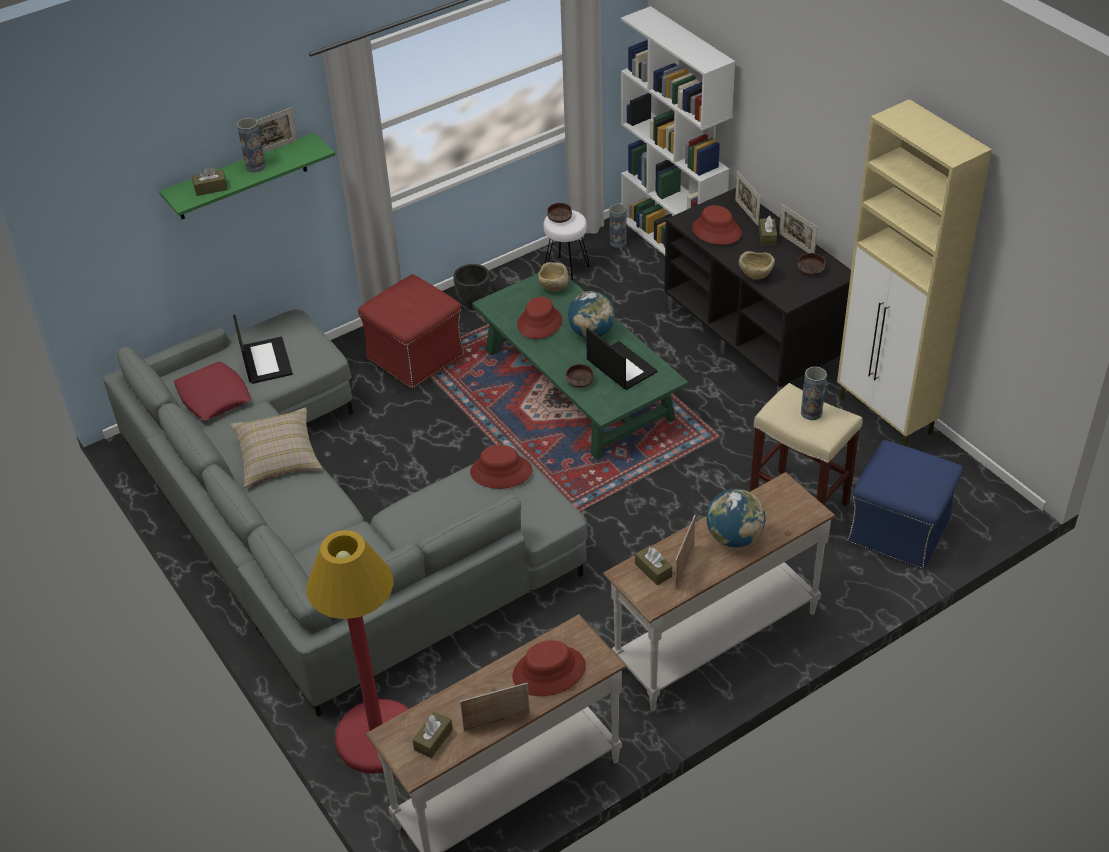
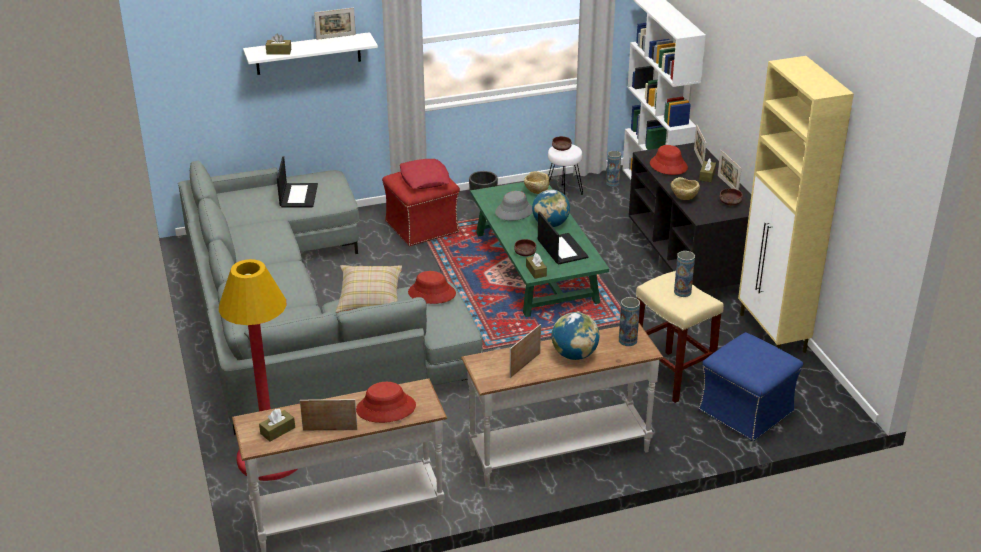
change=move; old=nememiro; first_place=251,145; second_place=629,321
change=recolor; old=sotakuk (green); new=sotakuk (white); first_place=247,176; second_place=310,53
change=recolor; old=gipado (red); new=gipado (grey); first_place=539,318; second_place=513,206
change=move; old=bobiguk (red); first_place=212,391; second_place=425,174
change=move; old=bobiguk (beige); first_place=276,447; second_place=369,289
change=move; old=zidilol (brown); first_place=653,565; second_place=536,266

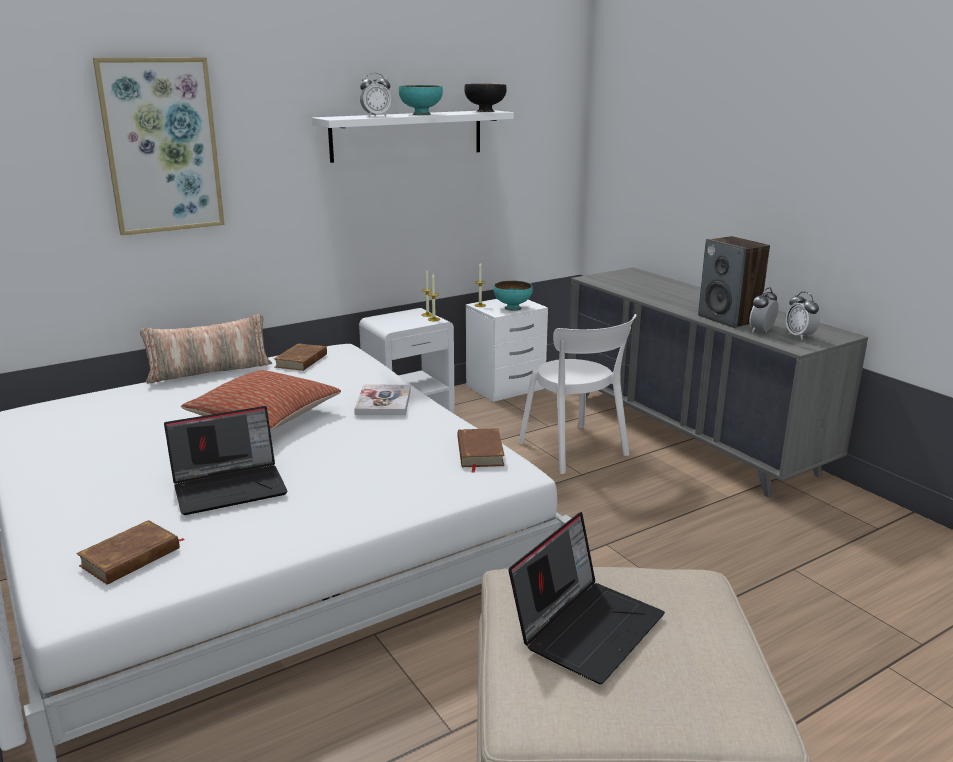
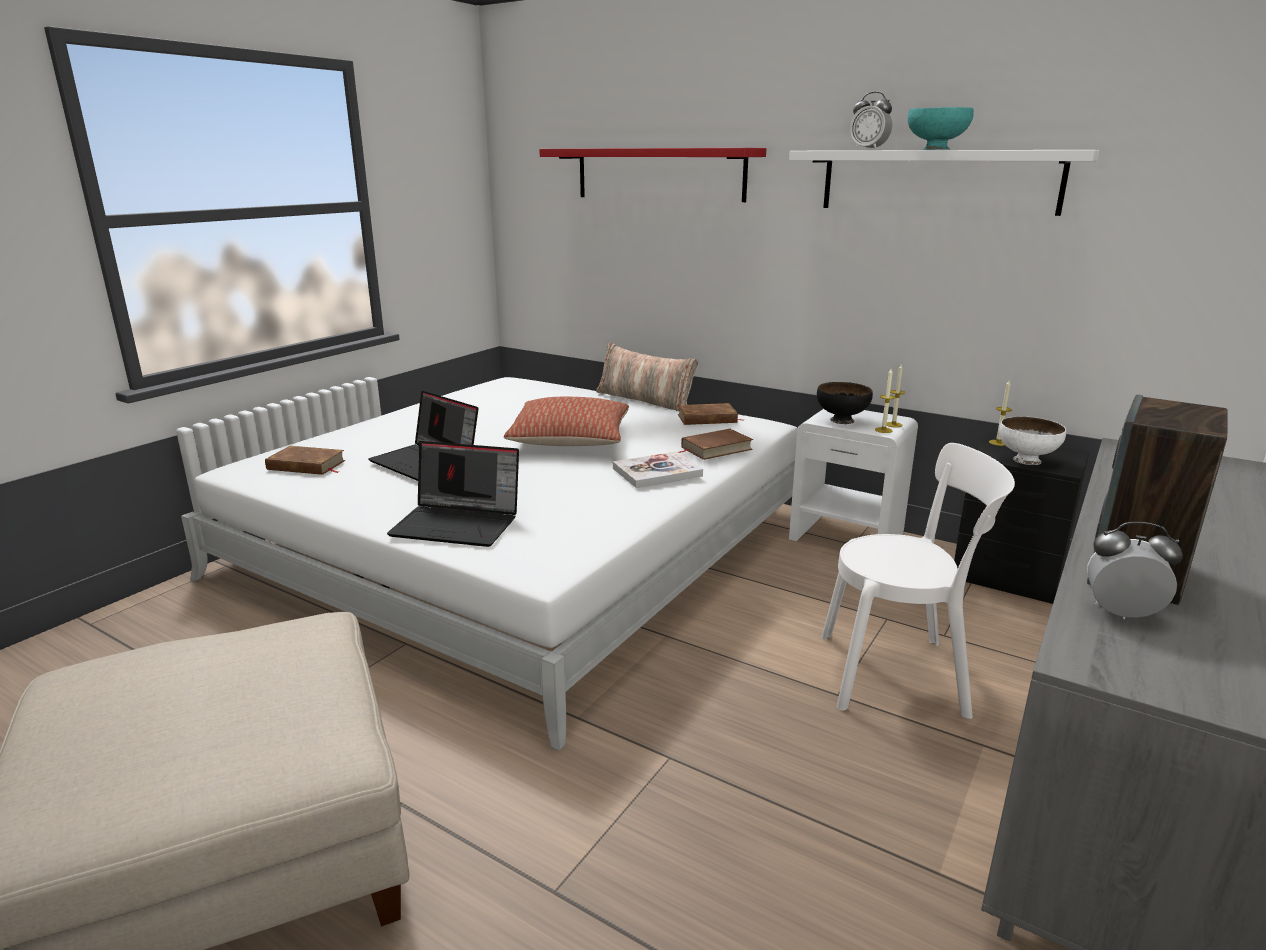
change=replace; old=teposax; new=sotakuk (red); first_place=159,146; second_place=652,175
change=move; old=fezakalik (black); first_place=485,98; second_place=845,403
change=recolor; old=fezakalik (turquoise); new=fezakalik (white); first_place=513,295; second_place=1032,440
change=delete; old=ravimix; first_place=802,316
change=recolor; old=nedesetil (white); new=nedesetil (black); first_place=507,350; second_place=1021,520
change=rotate; old=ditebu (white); first_place=578,394; second_place=918,581; degrees=-120
change=move; old=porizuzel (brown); first_place=481,450; second_place=715,444
change=move; old=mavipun; first_place=586,598; second_place=453,494

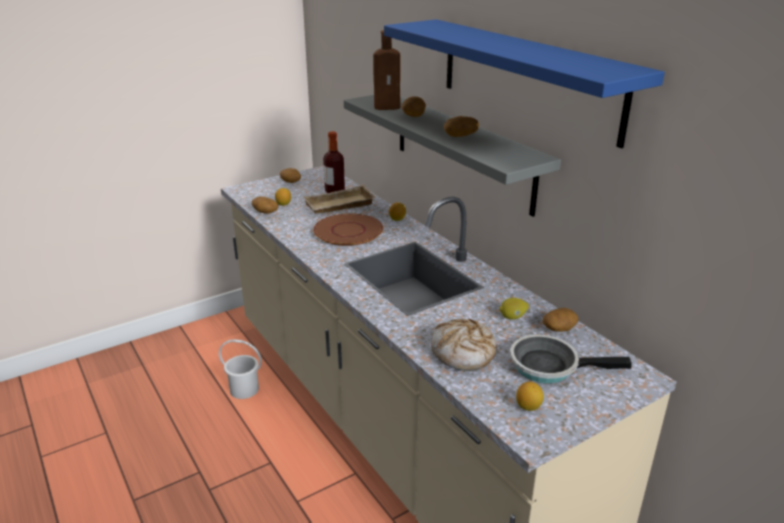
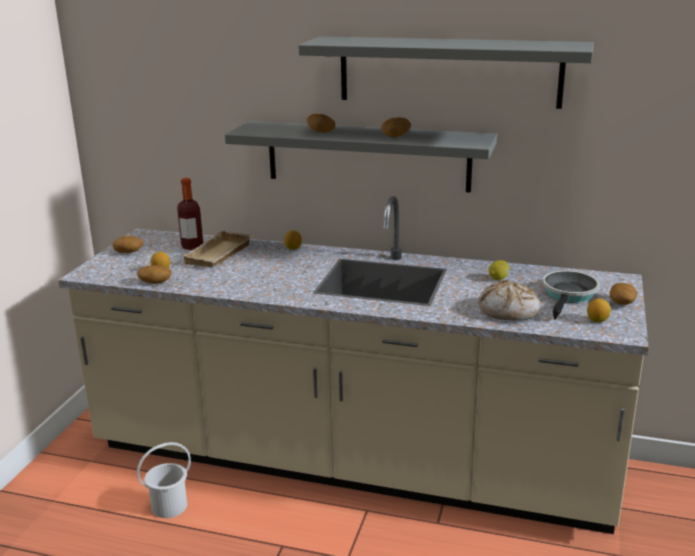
change=recolor; old=sotakuk (blue); new=sotakuk (grey); first_place=524,83; second_place=446,72
change=delete; old=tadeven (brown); first_place=387,70
change=delete; old=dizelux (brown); first_place=348,229
change=move; old=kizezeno; first_place=561,320; second_place=623,294
change=rotate; old=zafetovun; first_place=571,359; second_place=571,294; degrees=150

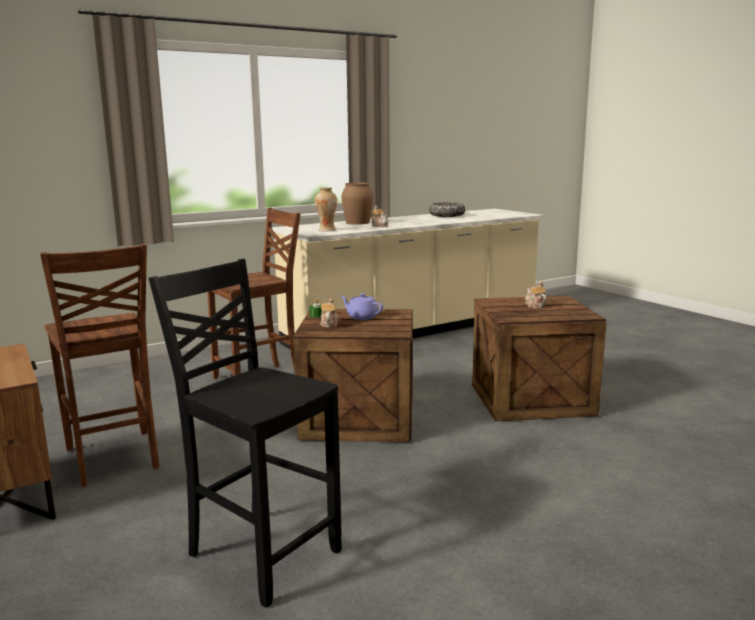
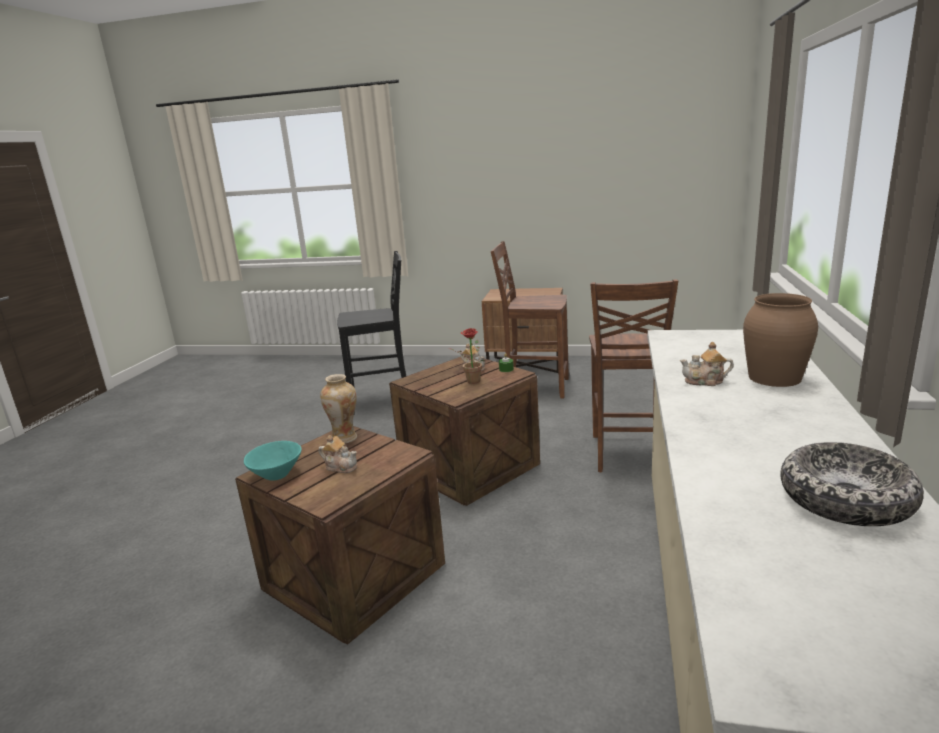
change=move; old=nememiro; first_place=326,209; second_place=338,408
change=replace; old=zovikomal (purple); new=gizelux; first_place=362,306; second_place=467,356
change=insert; new=fezakalik (turquoise); second_place=273,461

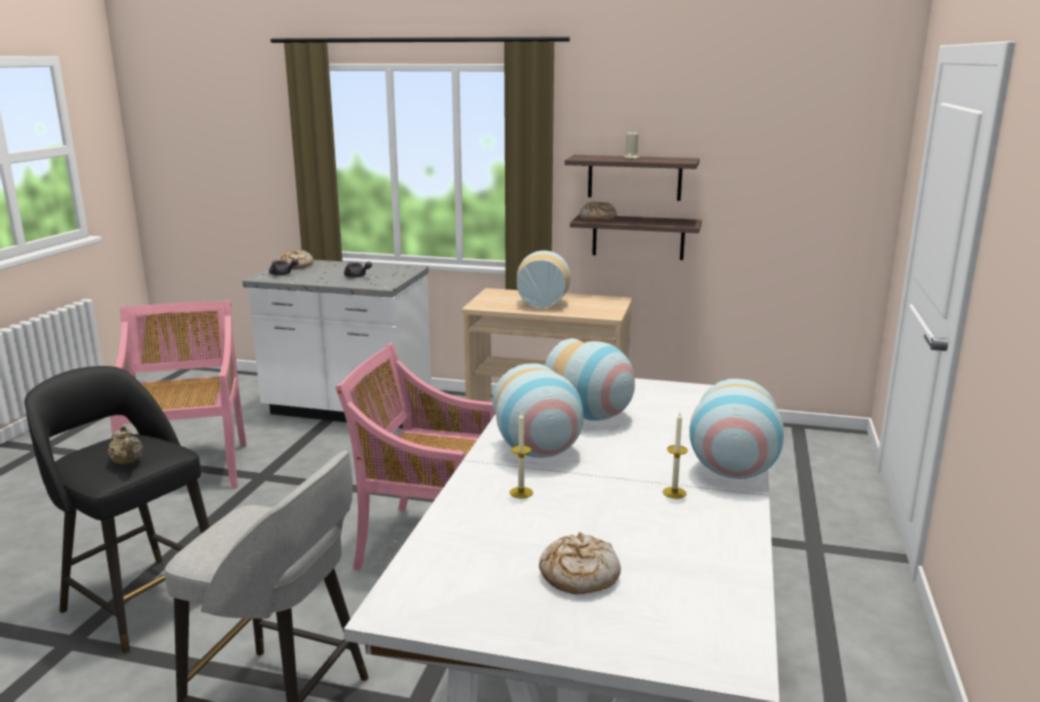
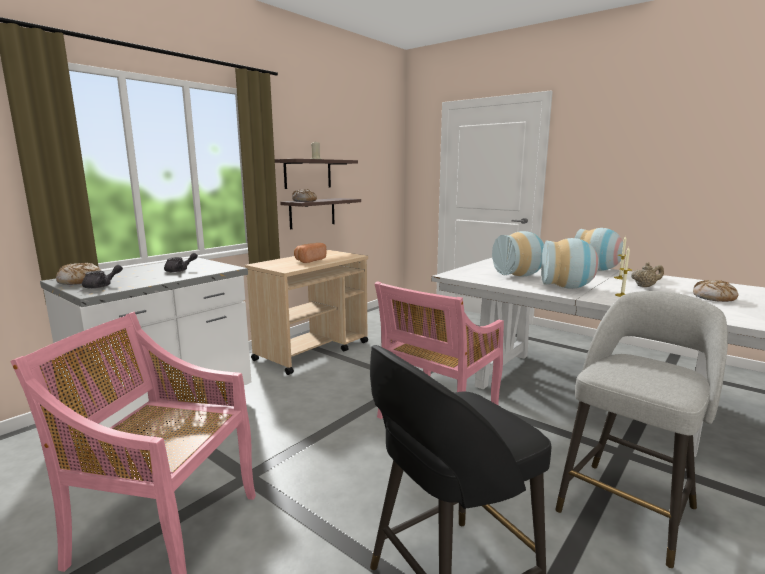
change=replace; old=nememiro; new=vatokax; first_place=544,279; second_place=310,253
change=move; old=zovikomal (beige); first_place=125,445; second_place=647,274

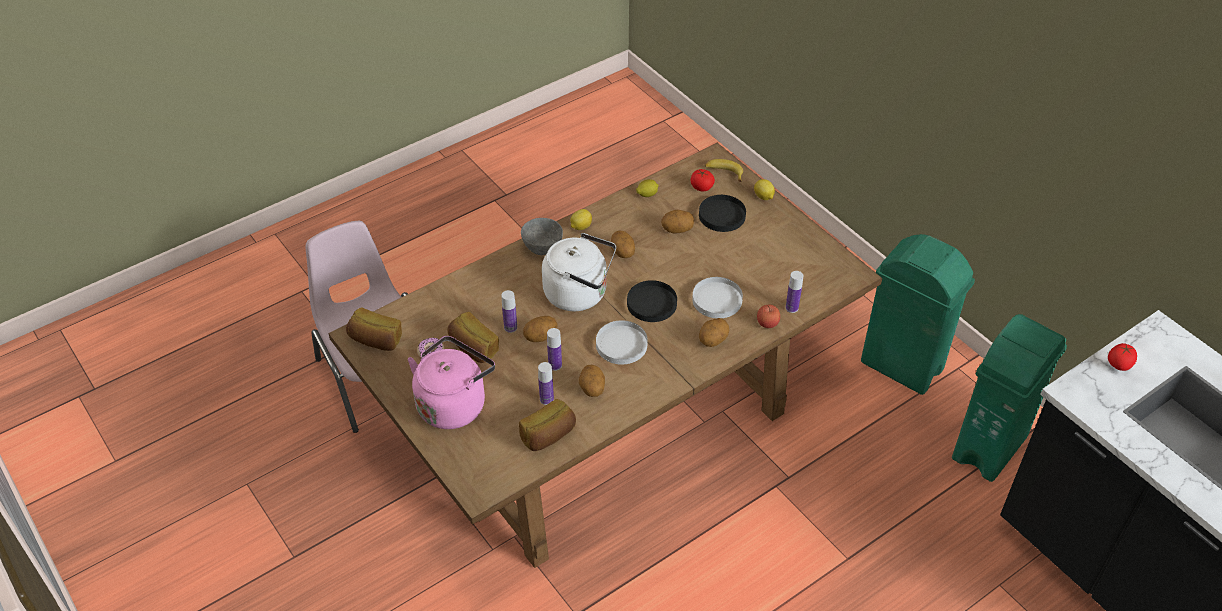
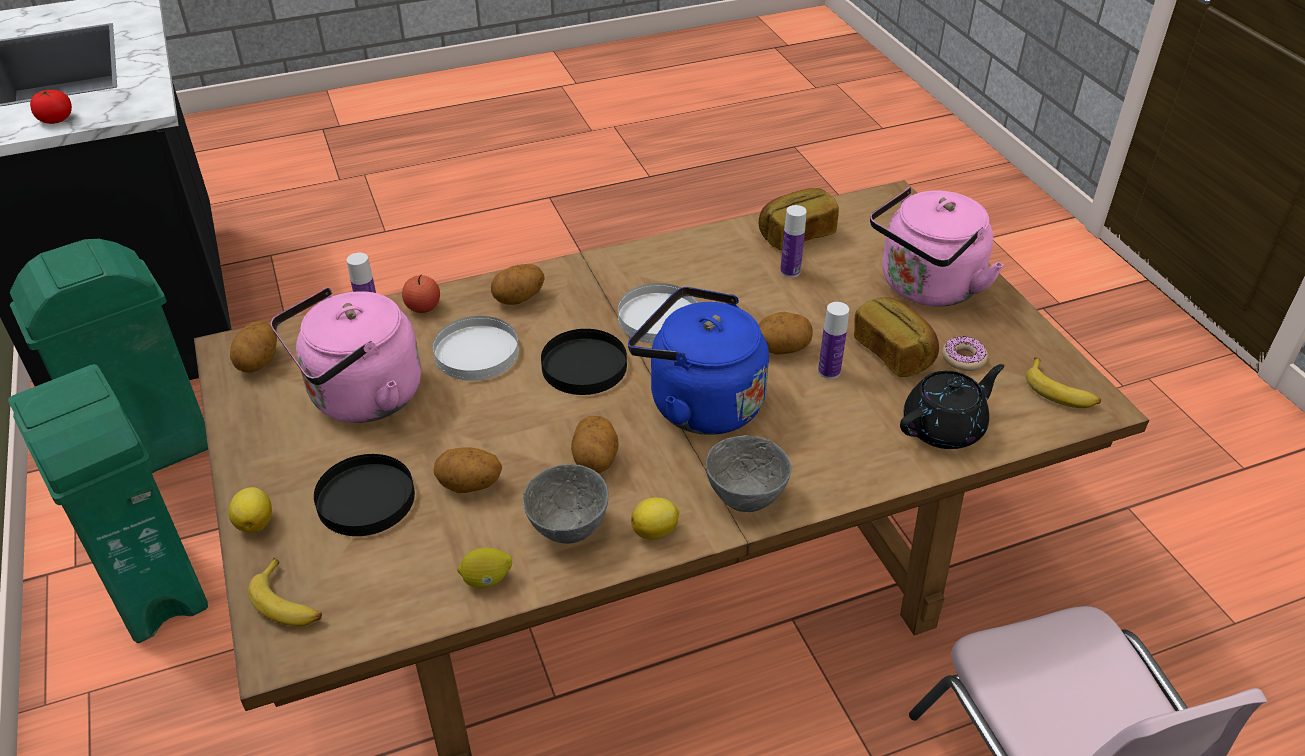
change=delete; old=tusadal; first_place=703,180
change=recolor; old=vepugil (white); new=vepugil (blue); first_place=579,272; second_place=698,361
change=replace; old=vatokax; new=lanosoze; first_place=374,329; second_place=1063,382
change=delete; old=tadeven; first_place=554,349
change=move; old=kizezeno; first_place=592,381; second_place=253,347
change=insert; new=vepugil (pink); second_place=346,355
change=insert; new=zovikomal (black); second_place=952,406
change=insert; new=fezakalik (grey); second_place=565,504

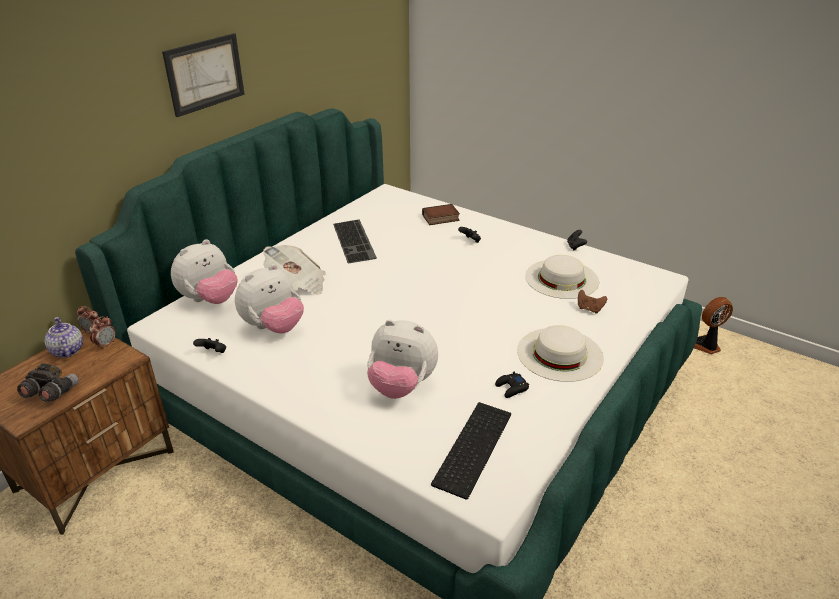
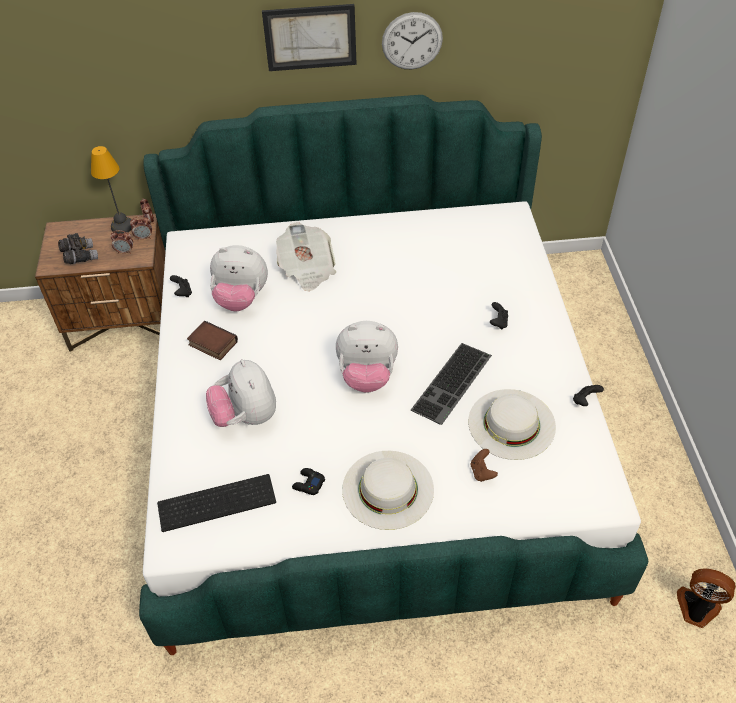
change=move; old=porizuzel; first_place=441,214; second_place=212,340
change=move; old=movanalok; first_place=355,241; second_place=451,384
change=move; old=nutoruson; first_place=204,271; second_place=367,357
change=replace; old=zovikomal; new=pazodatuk; first_place=63,337; second_place=111,190
change=insert; new=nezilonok; second_place=412,40
change=insert; new=ravimix; second_place=121,242

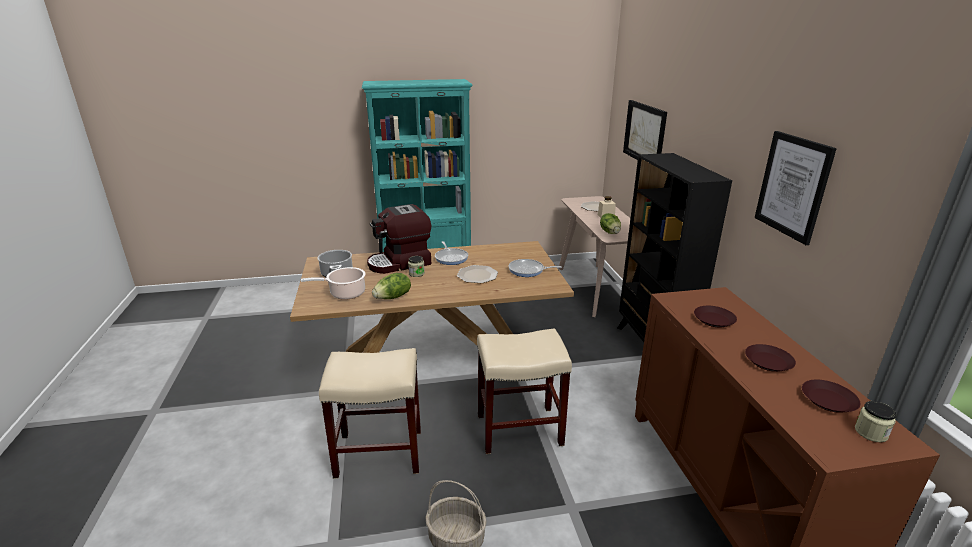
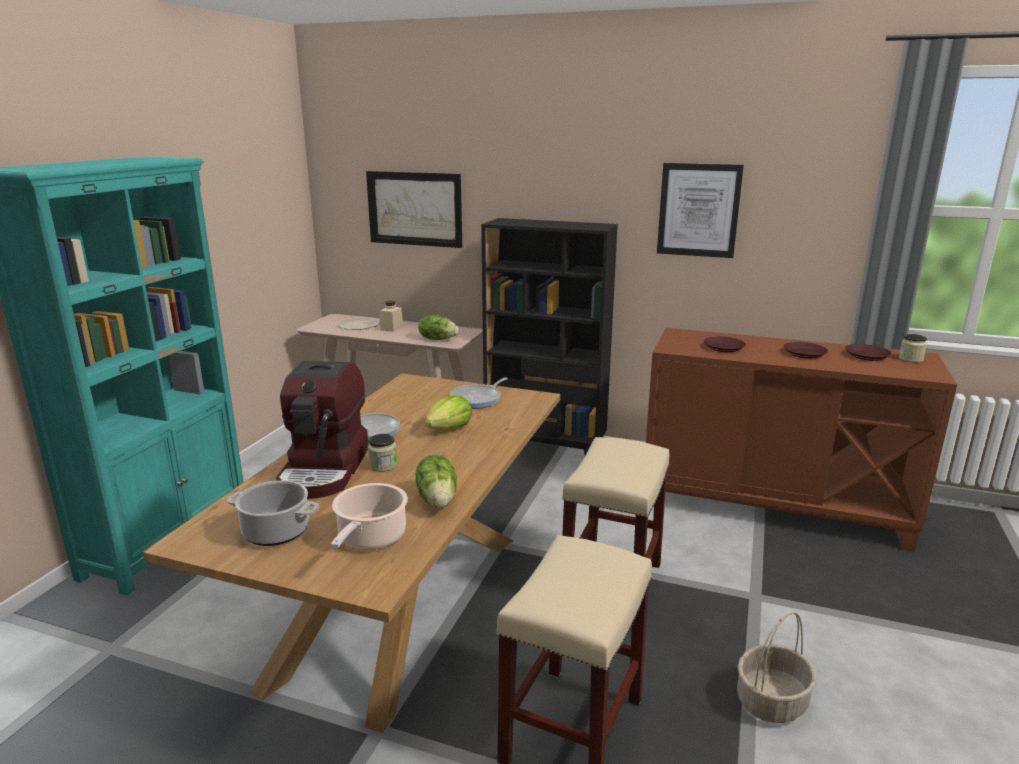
change=replace; old=dizelux; new=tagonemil; first_place=477,274; second_place=448,412

